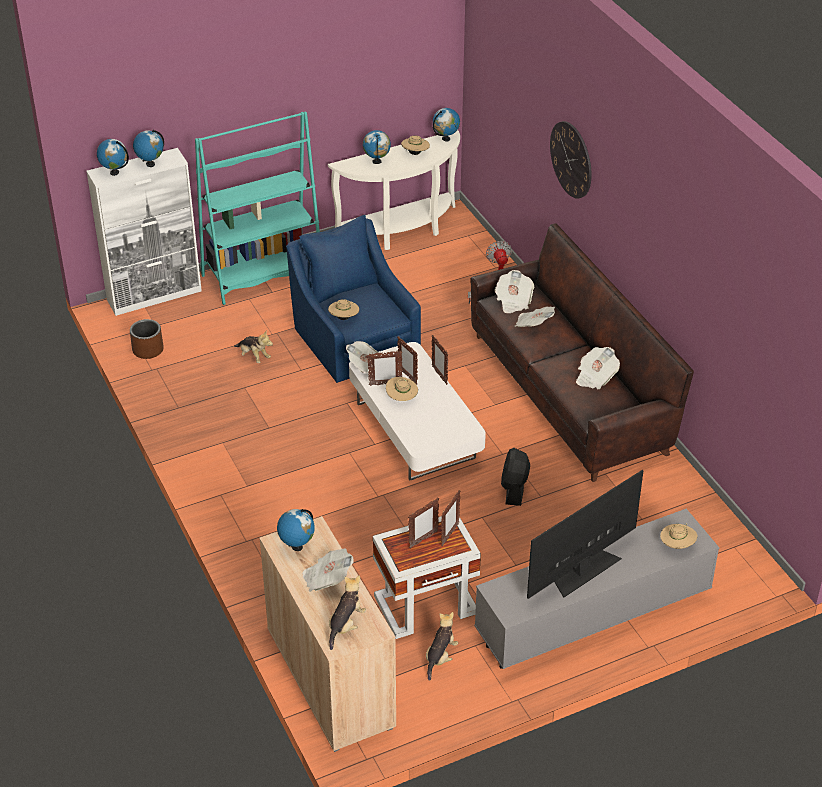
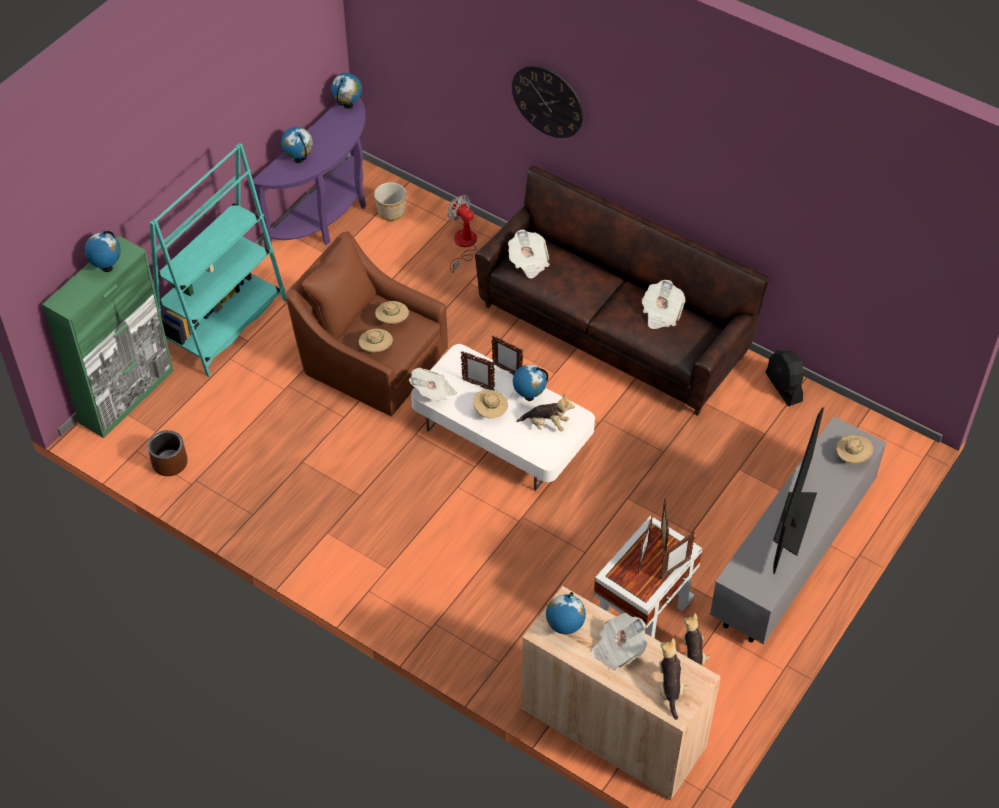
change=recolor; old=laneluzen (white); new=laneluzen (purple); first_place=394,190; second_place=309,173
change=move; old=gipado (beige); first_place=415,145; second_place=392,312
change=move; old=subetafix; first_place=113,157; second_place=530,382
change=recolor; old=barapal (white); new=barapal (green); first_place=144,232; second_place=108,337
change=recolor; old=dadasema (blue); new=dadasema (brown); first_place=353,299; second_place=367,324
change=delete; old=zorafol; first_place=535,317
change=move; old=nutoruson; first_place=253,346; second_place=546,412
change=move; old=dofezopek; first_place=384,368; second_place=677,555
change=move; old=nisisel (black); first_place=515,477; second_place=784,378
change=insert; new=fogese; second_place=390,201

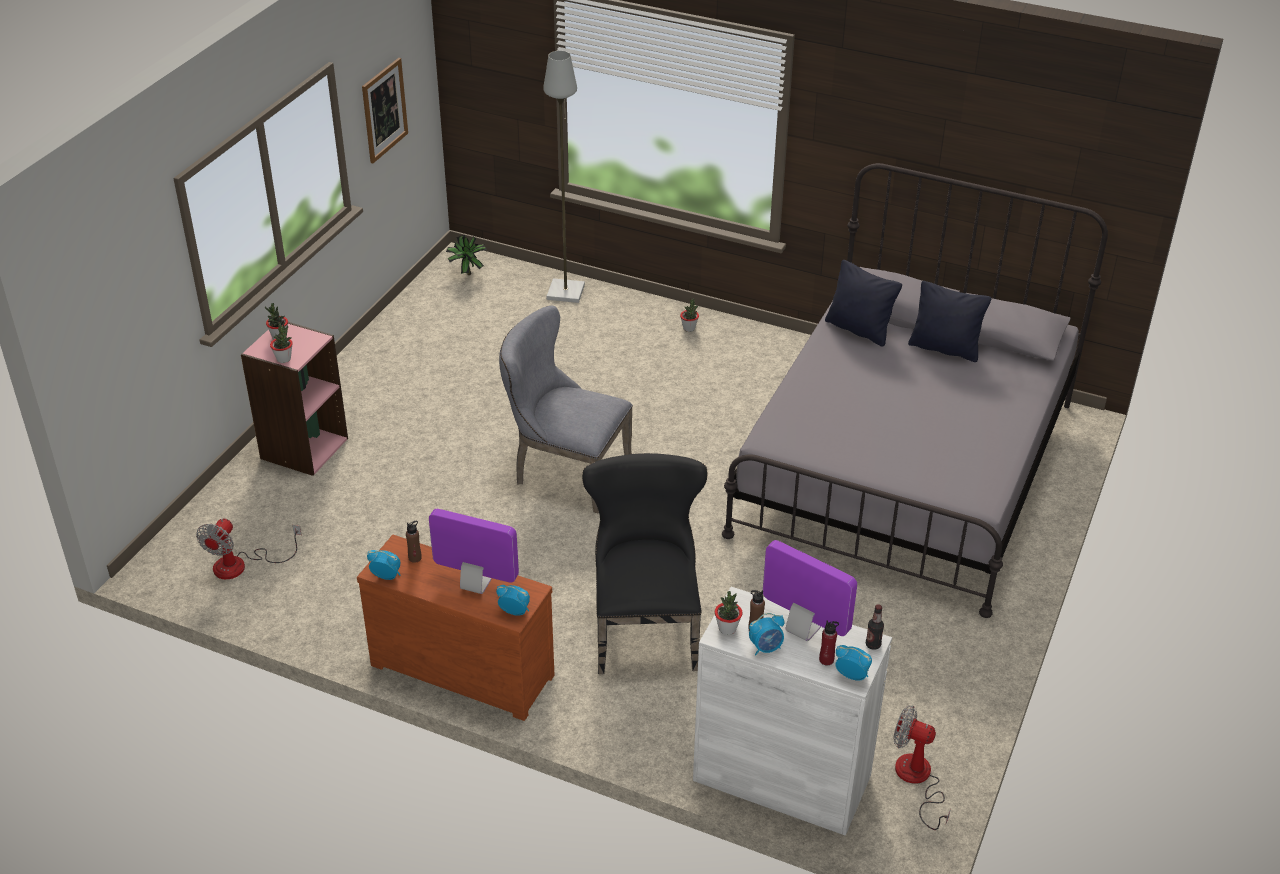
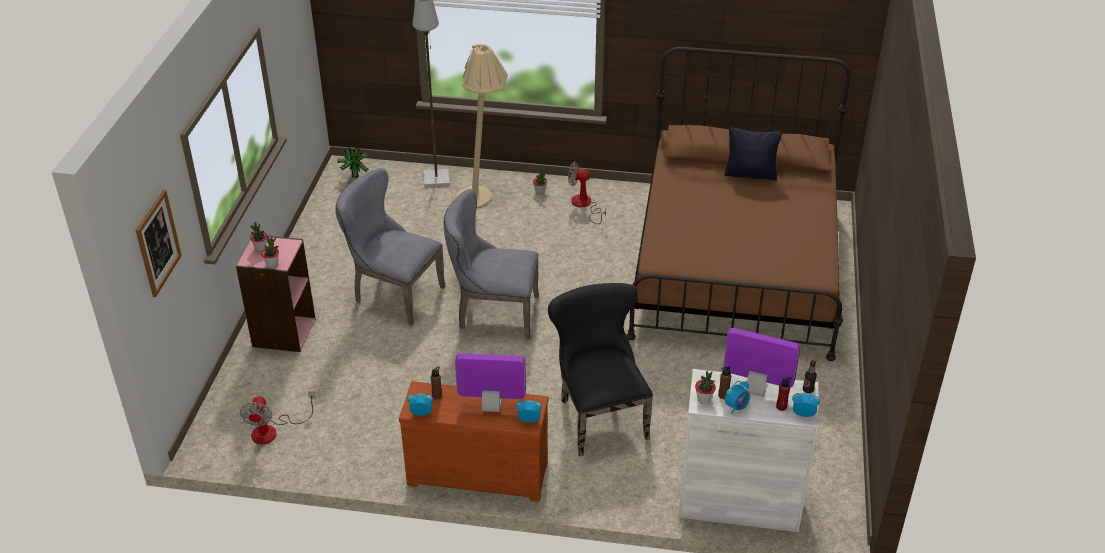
change=move; old=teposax; first_place=385,111; second_place=159,243
change=recolor; old=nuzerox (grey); new=nuzerox (brown); first_place=915,390; second_place=738,204
change=delete; old=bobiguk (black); first_place=863,303
change=move; old=nisisel; first_place=922,767; second_place=587,193
change=insert; new=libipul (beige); second_place=482,125
change=insert; new=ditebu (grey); second_place=390,246

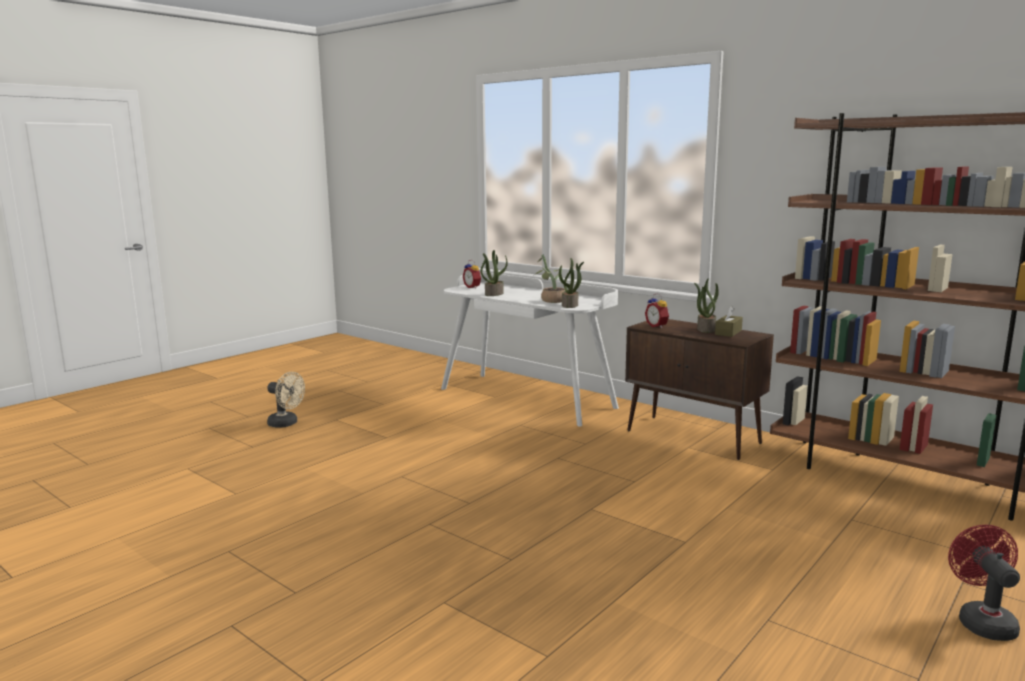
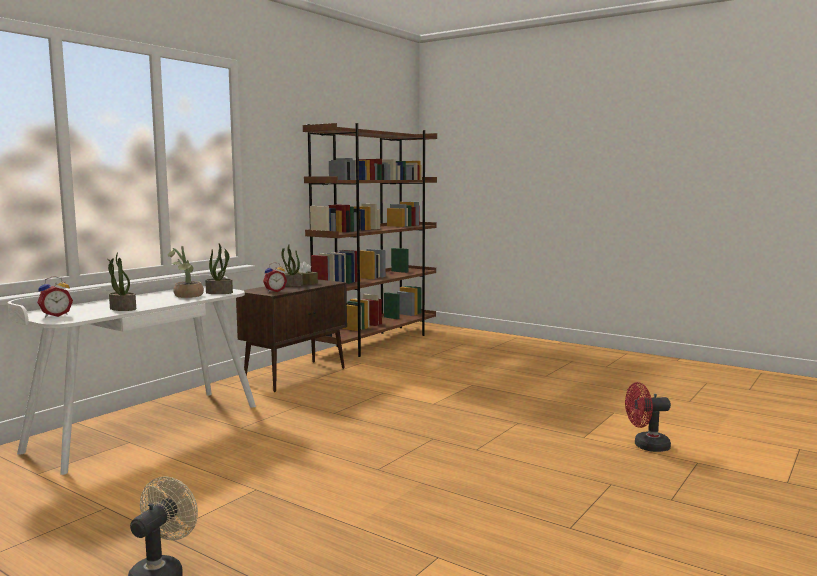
change=move; old=nisisel (red); first_place=984,583; second_place=648,417

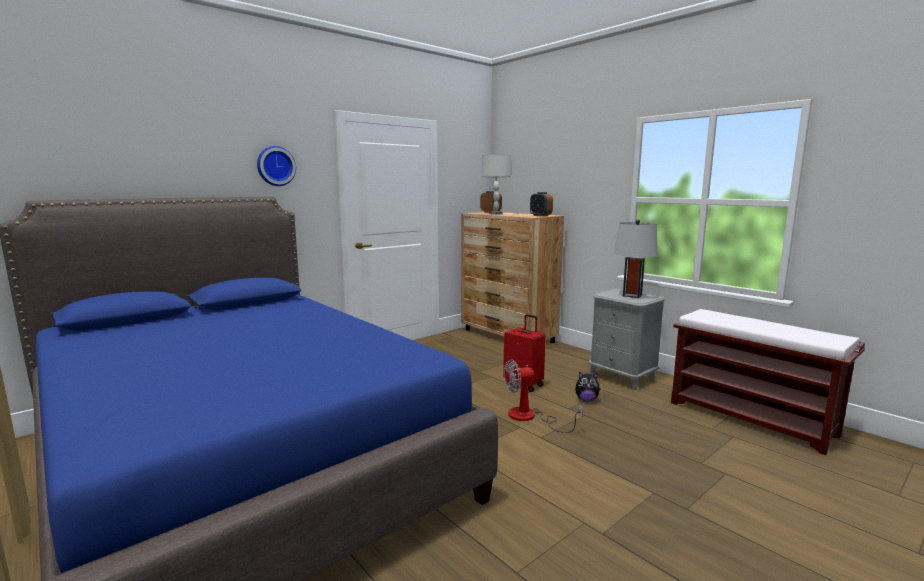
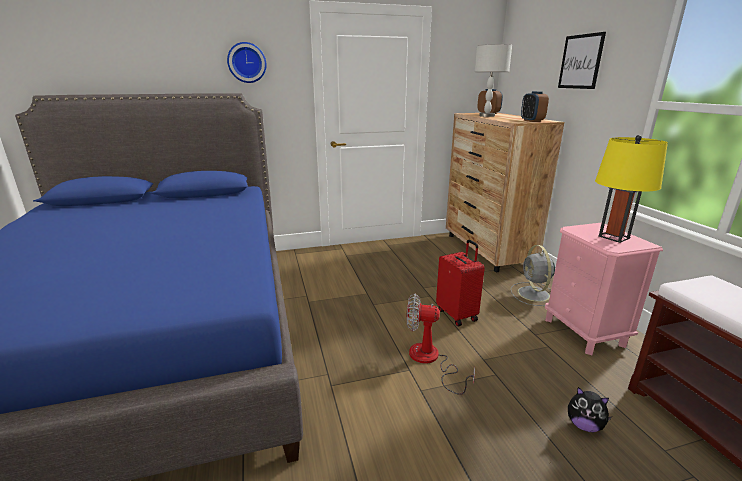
change=recolor; old=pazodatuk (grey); new=pazodatuk (yellow); first_place=636,258; second_place=631,189
change=recolor; old=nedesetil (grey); new=nedesetil (pink); first_place=627,339; second_place=604,288
change=move; old=nutoruson; first_place=588,386; second_place=590,409
change=insert; new=teposax; second_place=582,60
change=insert; new=nisisel (grey); second_place=533,275

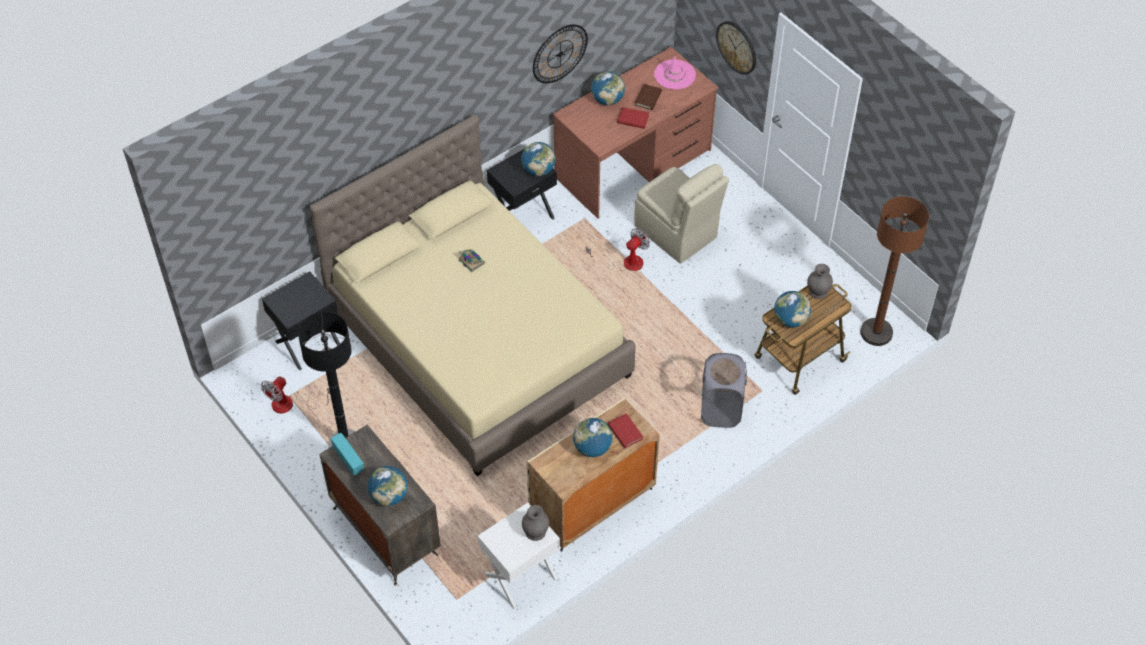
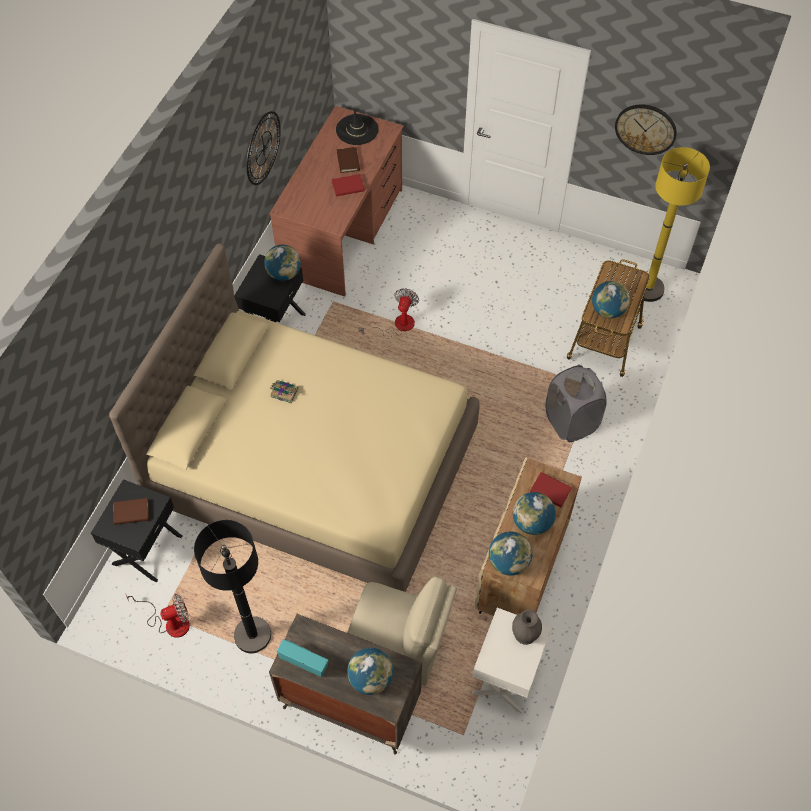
change=move; old=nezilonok; first_place=736,48; second_place=646,130
change=recolor; old=gipado (pink); new=gipado (black); first_place=675,73; second_place=357,128
change=move; old=subetafix; first_place=608,88; second_place=510,553
change=move; old=ditebu (beige); first_place=681,214; second_place=402,631
change=recolor; old=libipul (brown); new=libipul (yellow); first_place=894,271; second_place=672,224
change=delete; old=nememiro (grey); first_place=820,281
change=rotate; old=nisisel; first_place=295,395; second_place=157,615; degrees=-120
change=insert; new=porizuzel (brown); second_place=131,511

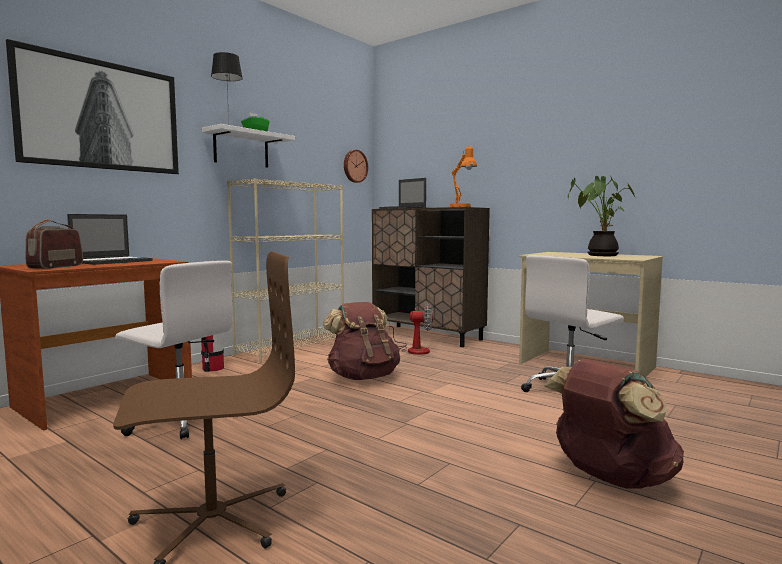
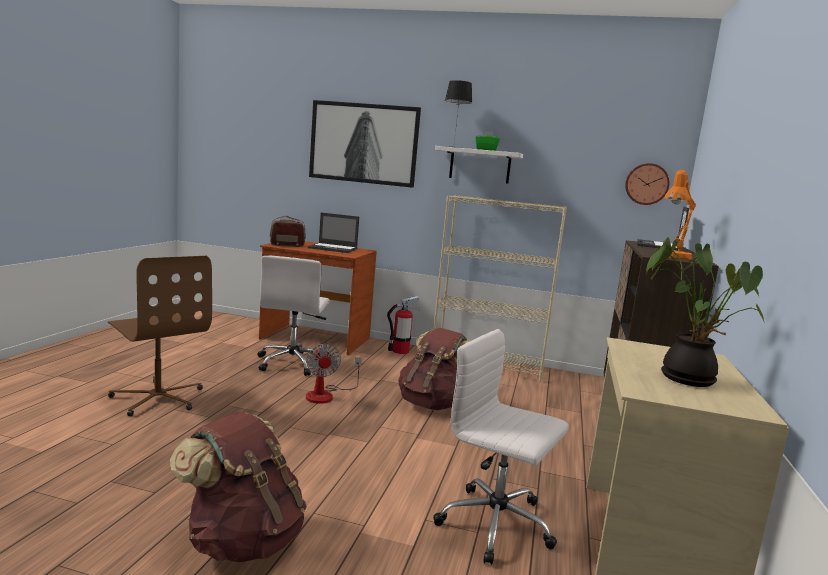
change=move; old=nisisel; first_place=411,329; second_place=333,374

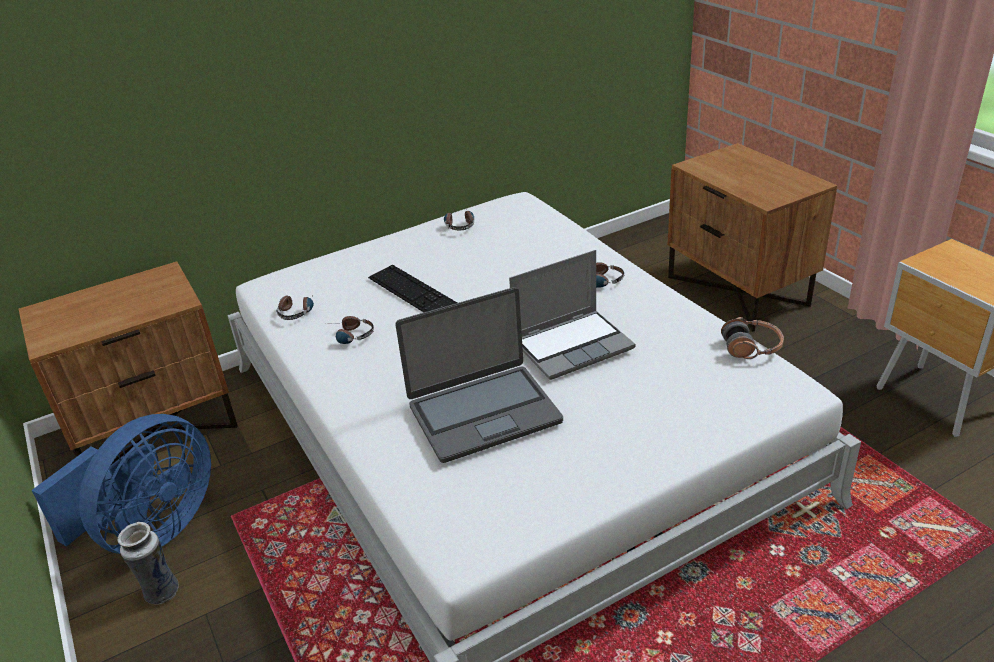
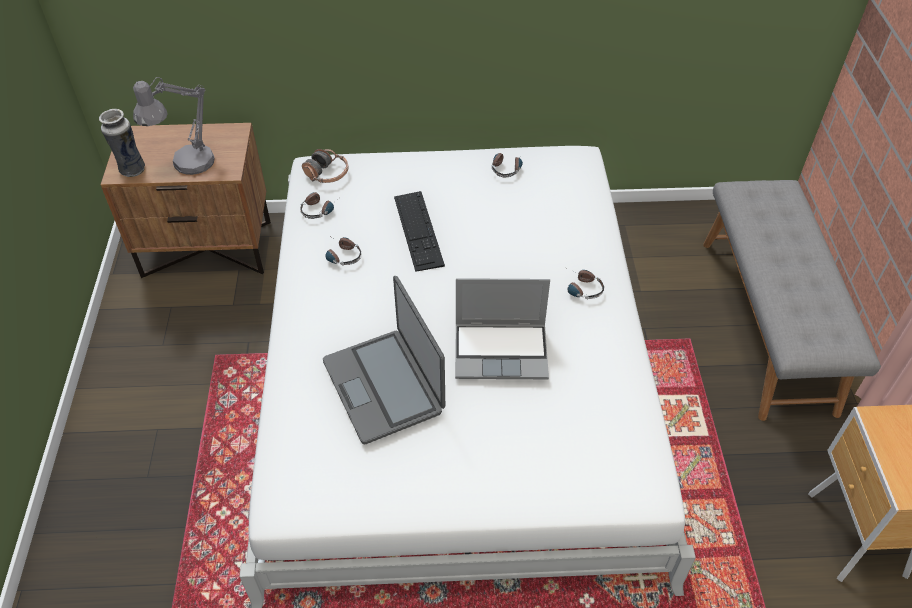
change=replace; old=nedesetil (brown); new=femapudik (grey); first_place=752,237; second_place=792,300
change=rotate; old=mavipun; first_place=479,375; second_place=384,360; degrees=60
change=move; old=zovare; first_place=752,338; second_place=325,166
change=delete; old=nisisel (blue); first_place=121,484
change=move; old=nememiro; first_place=148,563; second_place=122,143
change=insert; new=pazodatuk (grey); second_place=174,126

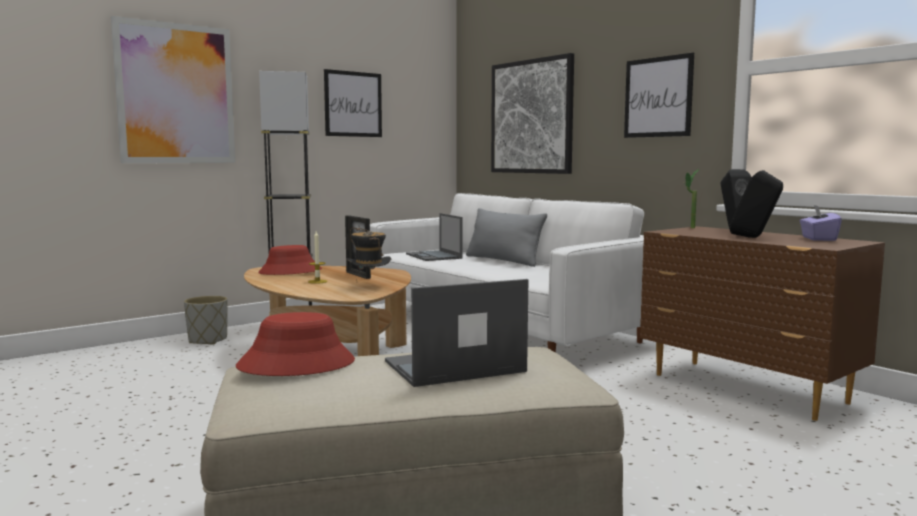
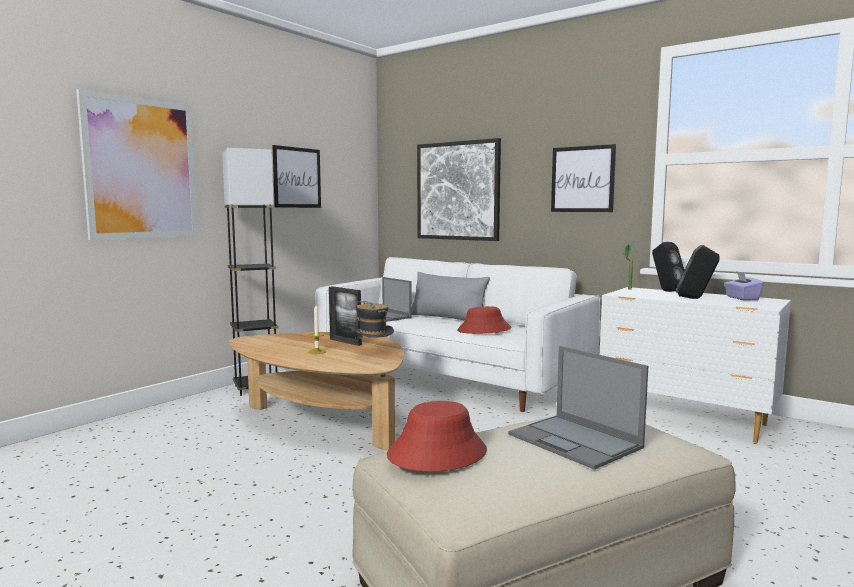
change=recolor; old=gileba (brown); new=gileba (white); first_place=762,323; second_place=695,365
change=move; old=gipado (red); first_place=290,260; second_place=484,320
change=rotate; old=mavipun; first_place=456,333; second_place=578,408; degrees=-90
change=delete; old=fogese (grey); first_place=206,320

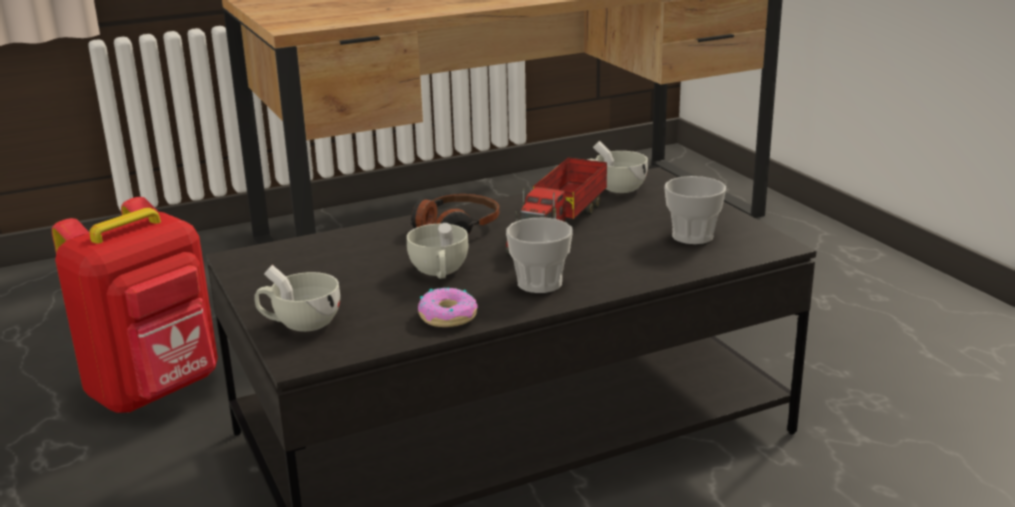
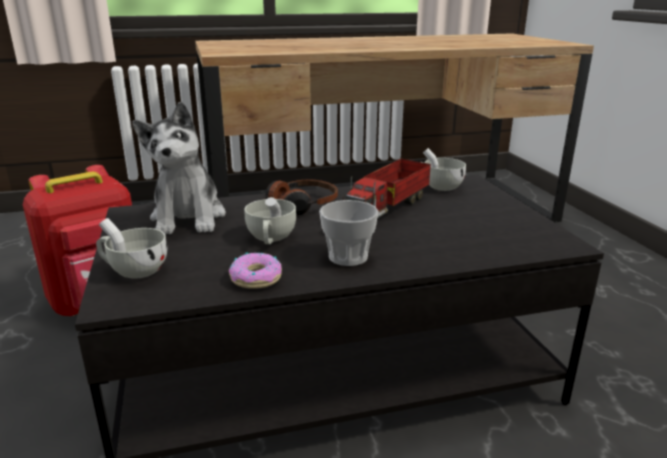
change=delete; old=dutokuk; first_place=695,210
change=insert; new=nutoruson; second_place=179,168

